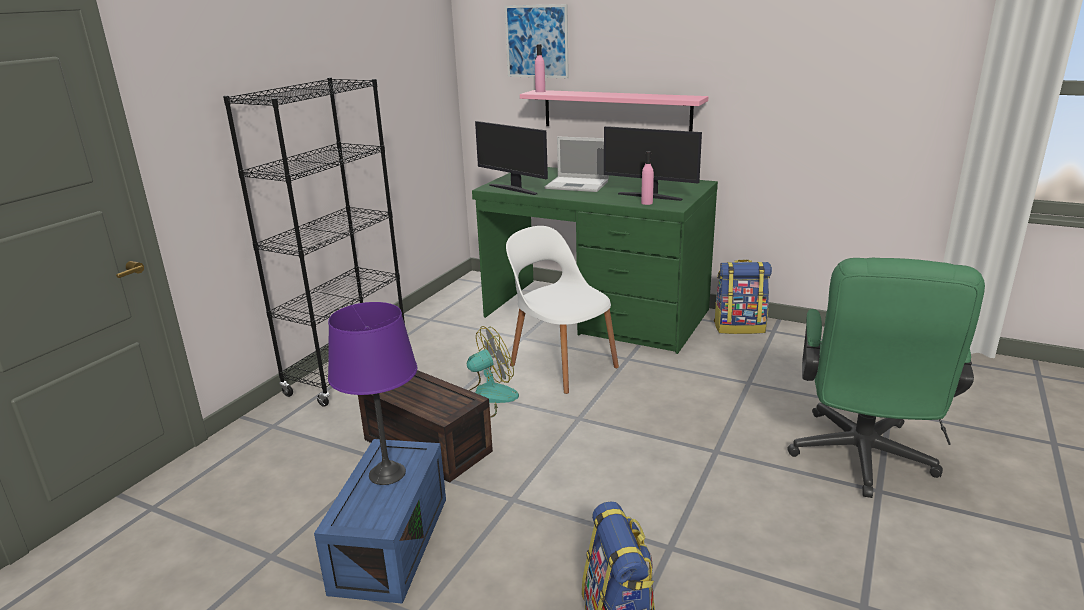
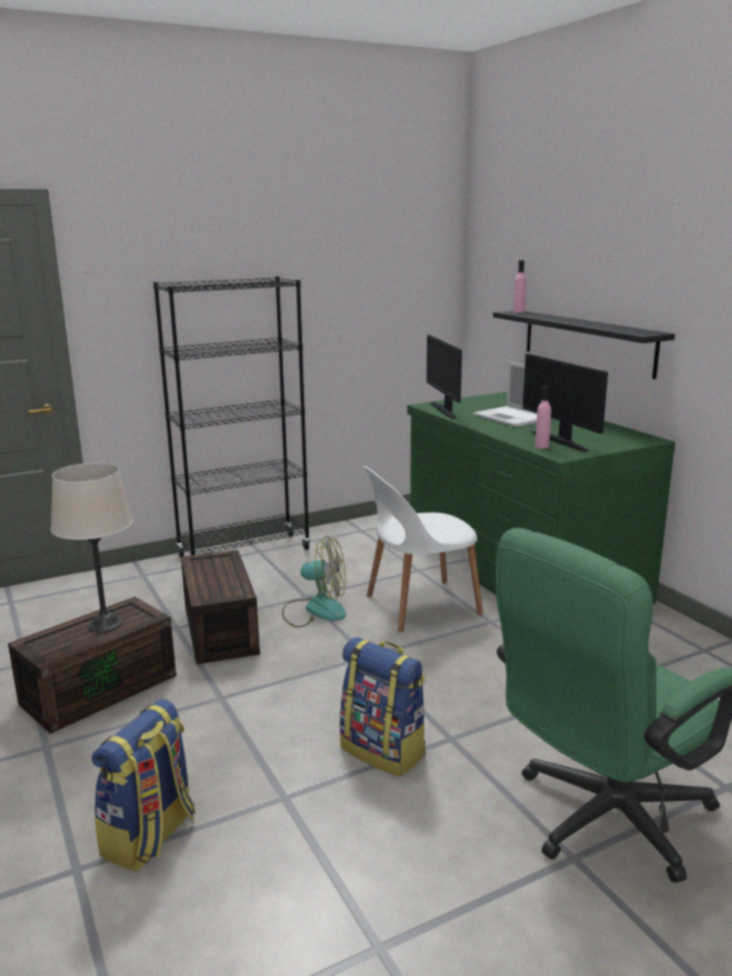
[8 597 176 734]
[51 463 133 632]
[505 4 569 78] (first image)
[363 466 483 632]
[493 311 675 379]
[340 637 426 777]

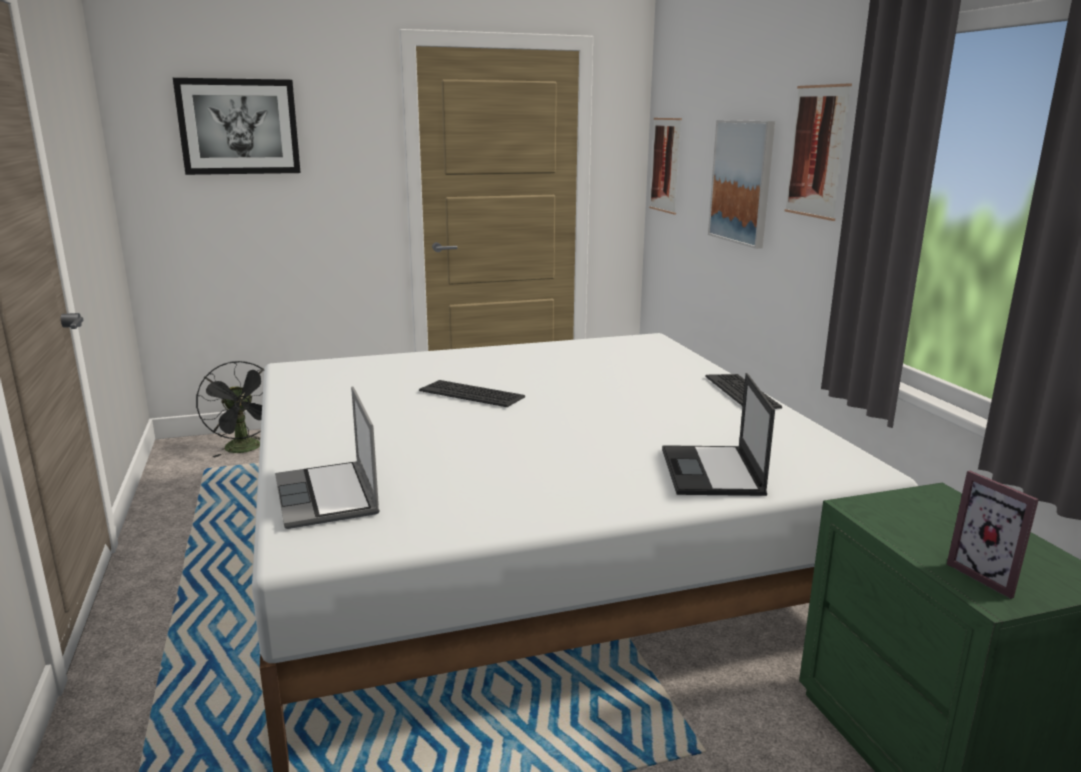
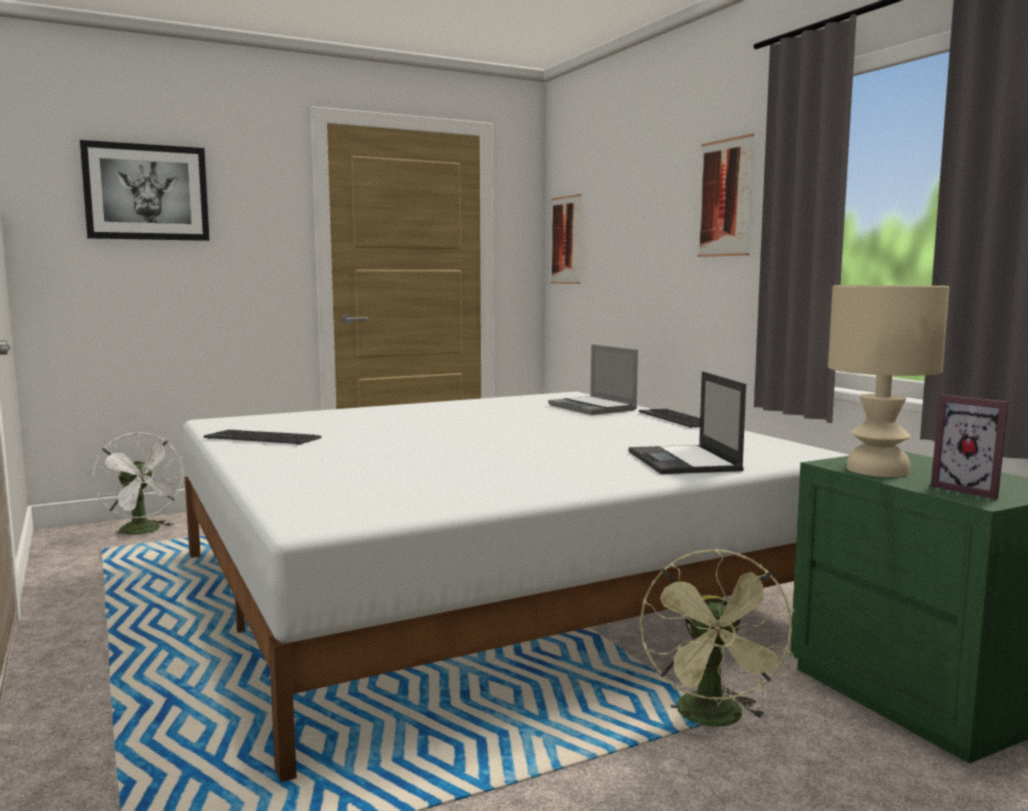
[93 432 185 539]
[548 344 638 415]
[204 430 321 445]
[708 120 775 249] (first image)
[640 549 794 727]
[828 285 949 477]

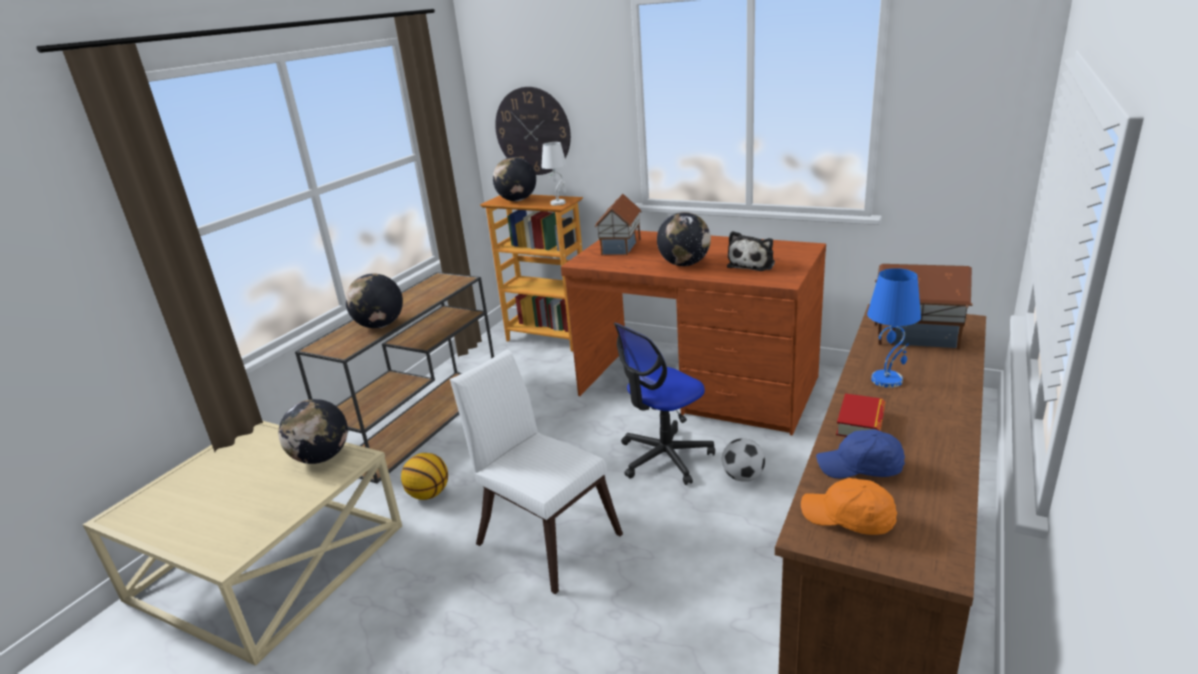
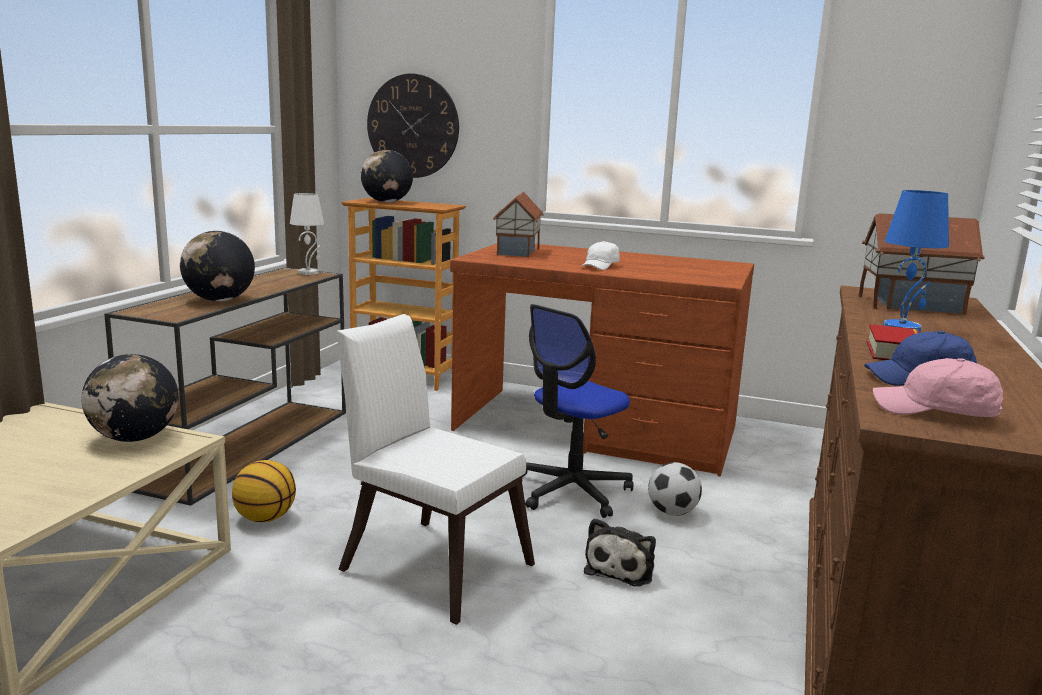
[290 193 324 275]
[581 241 620 270]
[584 518 656 587]
[873 358 1003 417]

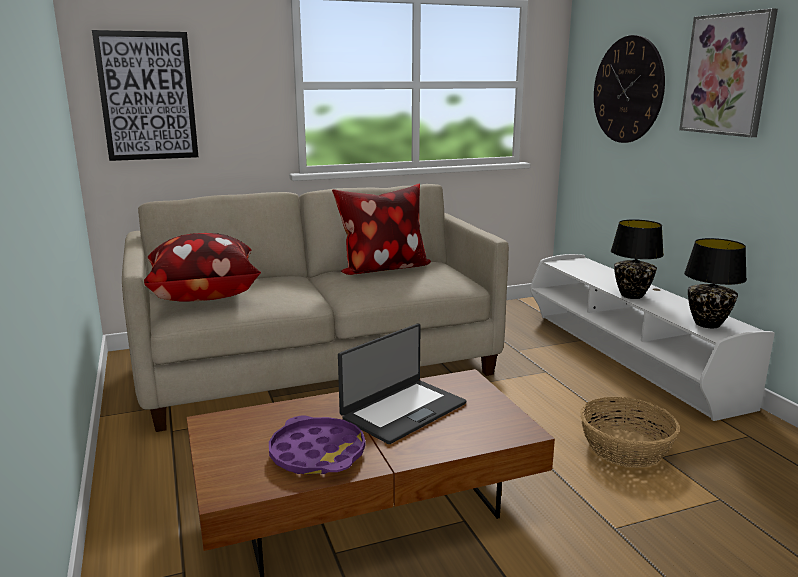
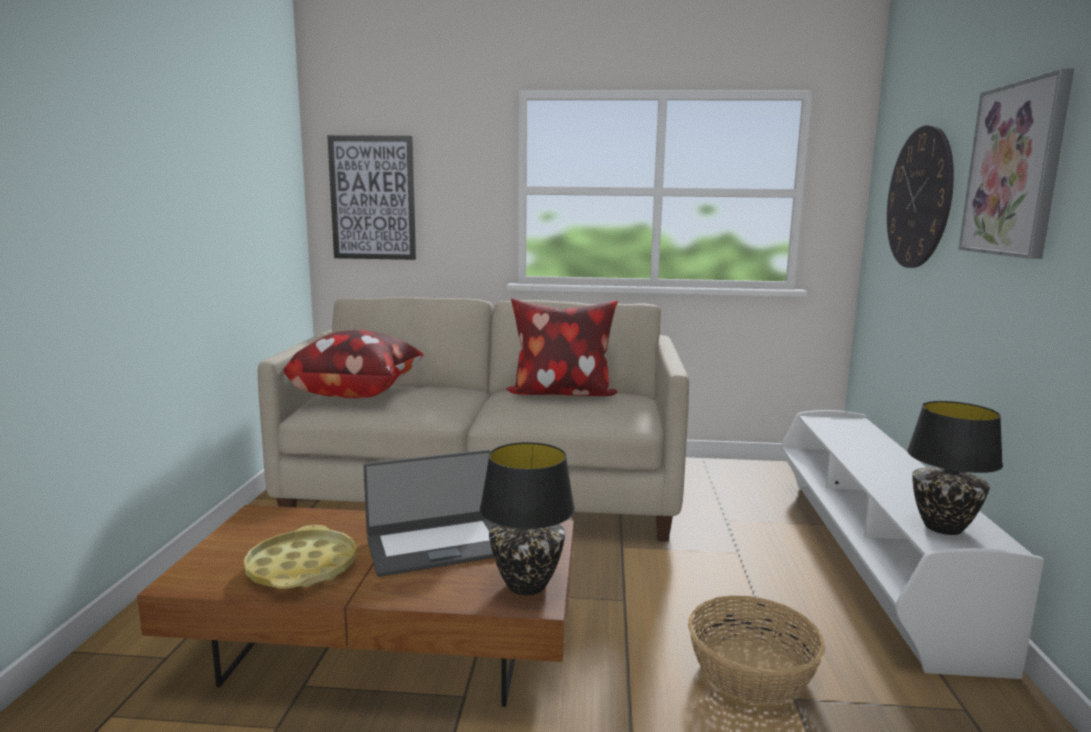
[244 525 357 589]
[480 442 575 595]

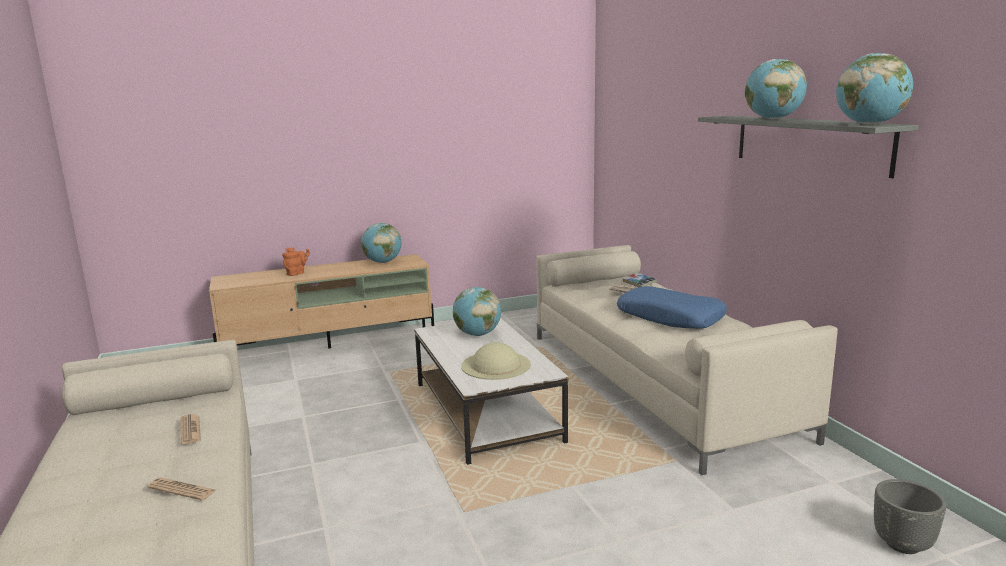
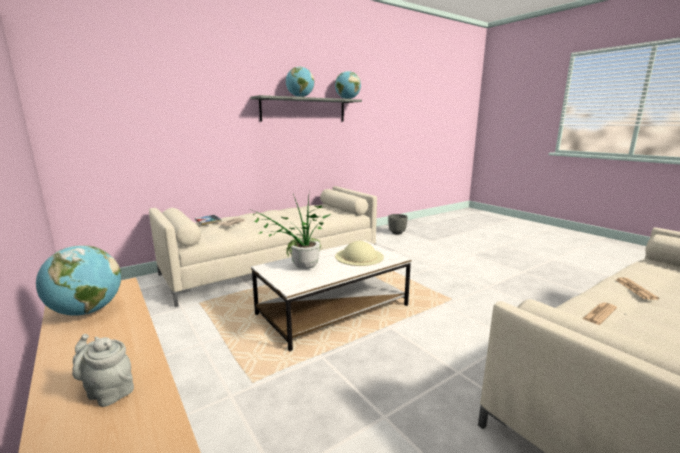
[72 334 134 407]
[253 188 331 269]
[617 286 727 329] (first image)

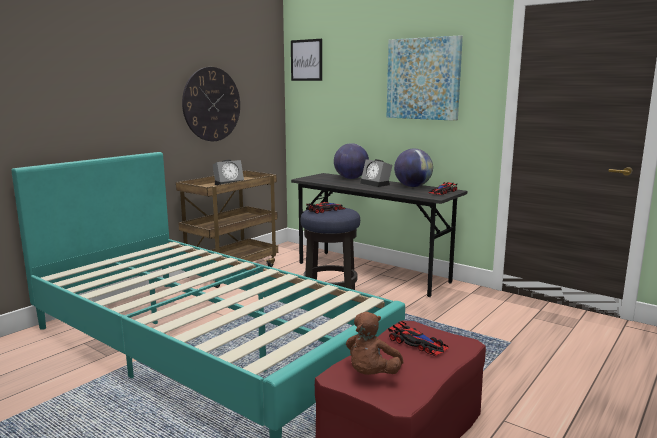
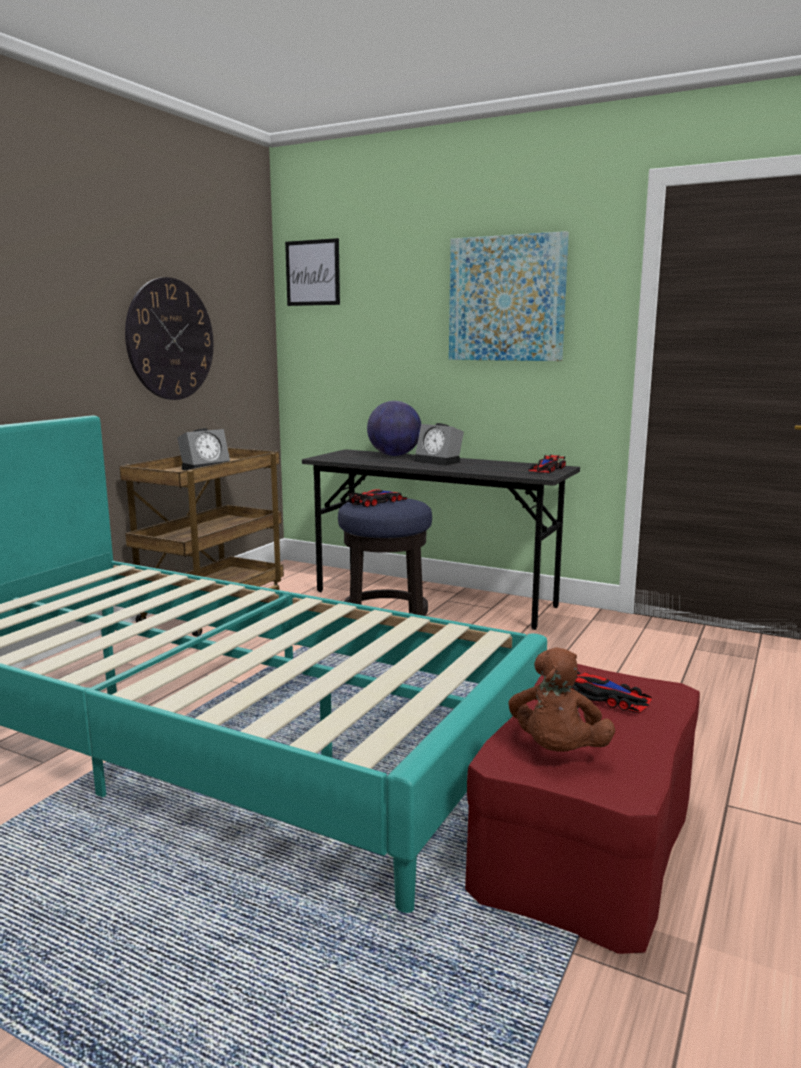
[394 149 433 187] (first image)

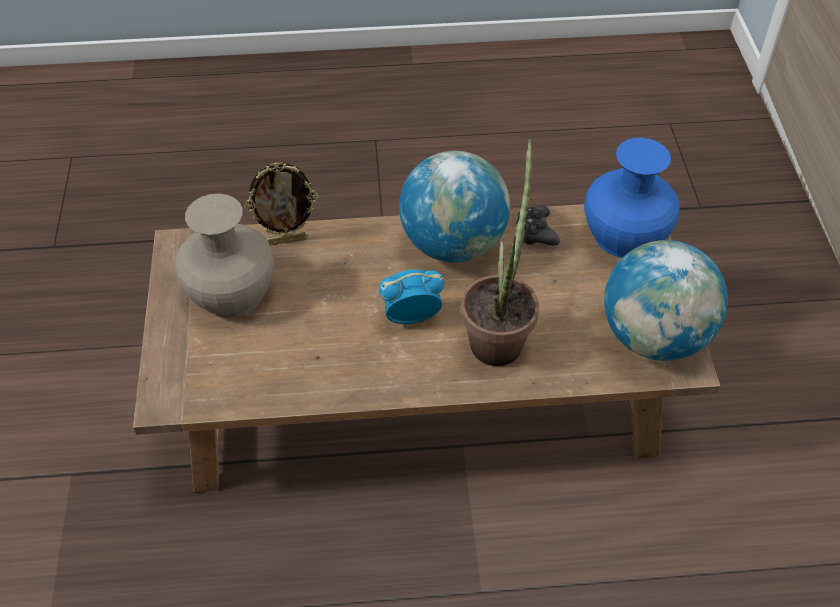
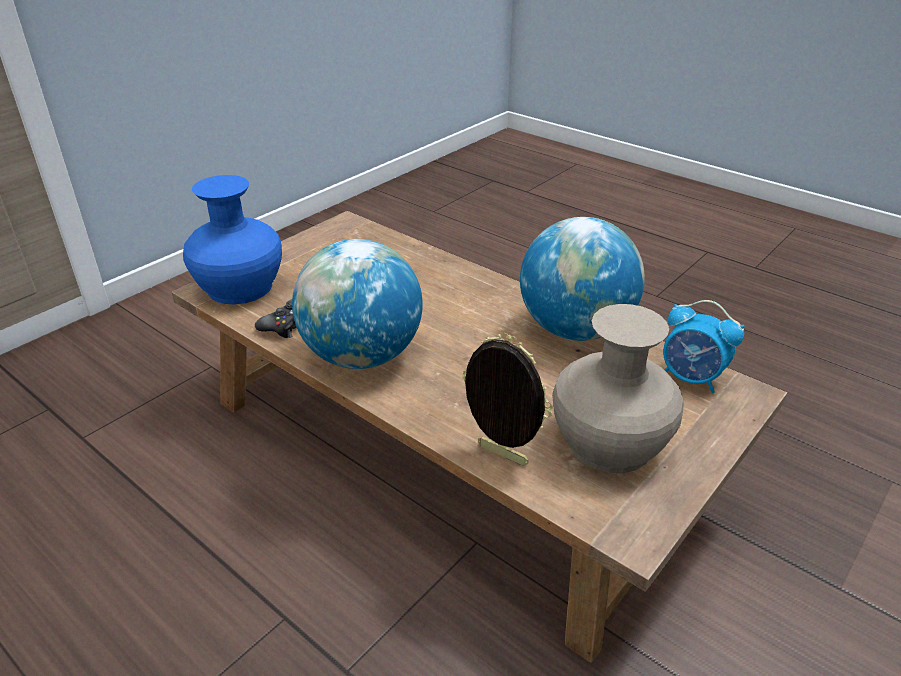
[663 300 744 393]
[461 139 539 366] (first image)
[520 217 645 341]

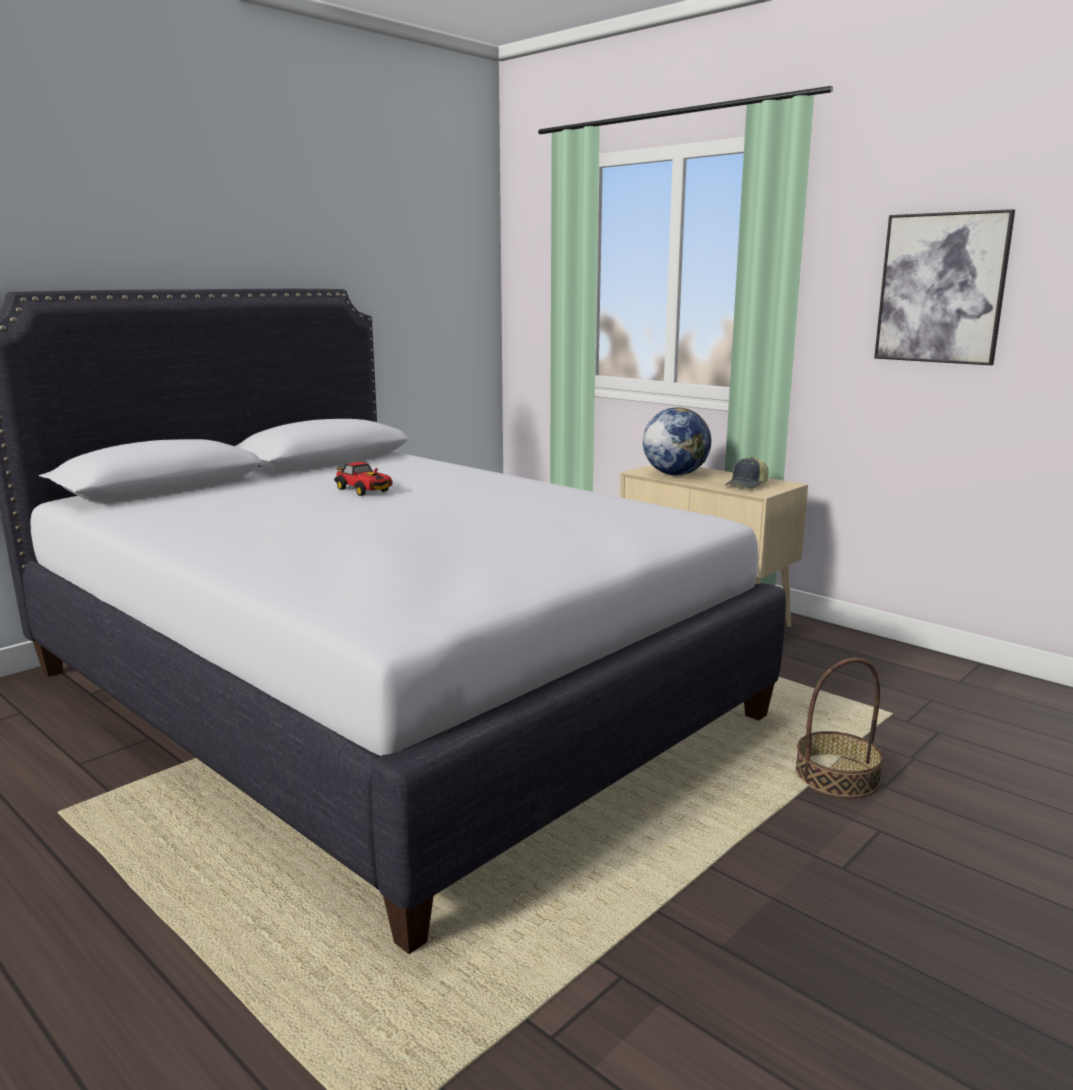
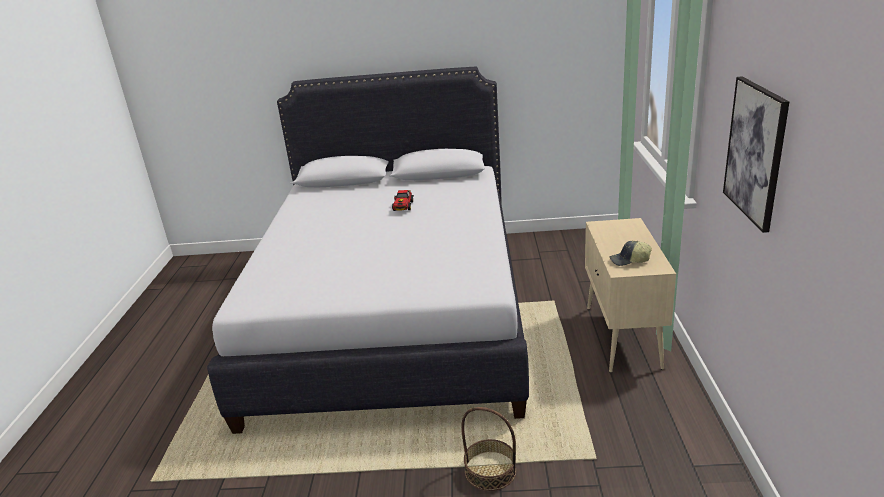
[643 407 711 475] (first image)

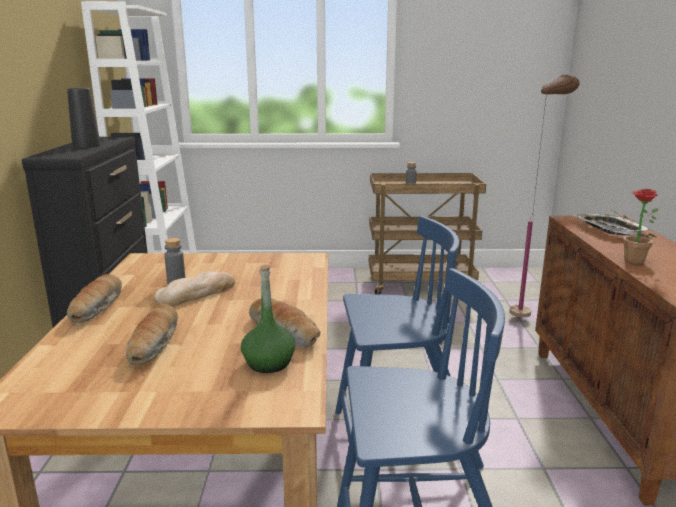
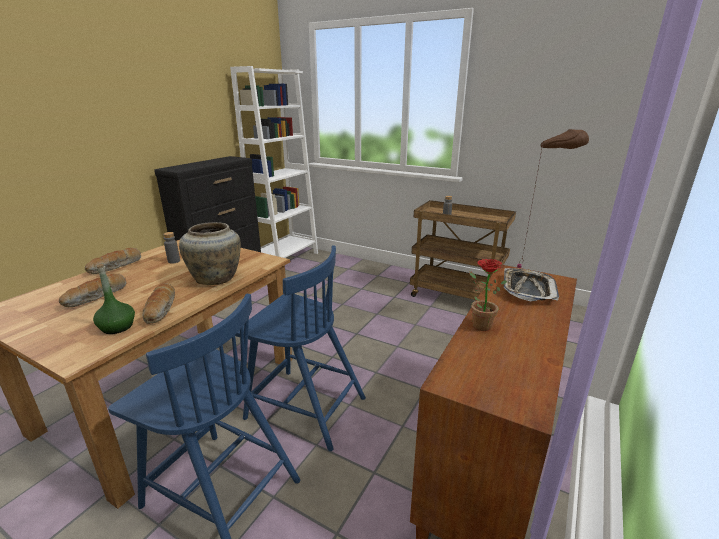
[67 88 101 148] (first image)
[154 271 235 306] (first image)
[179 222 241 285]

